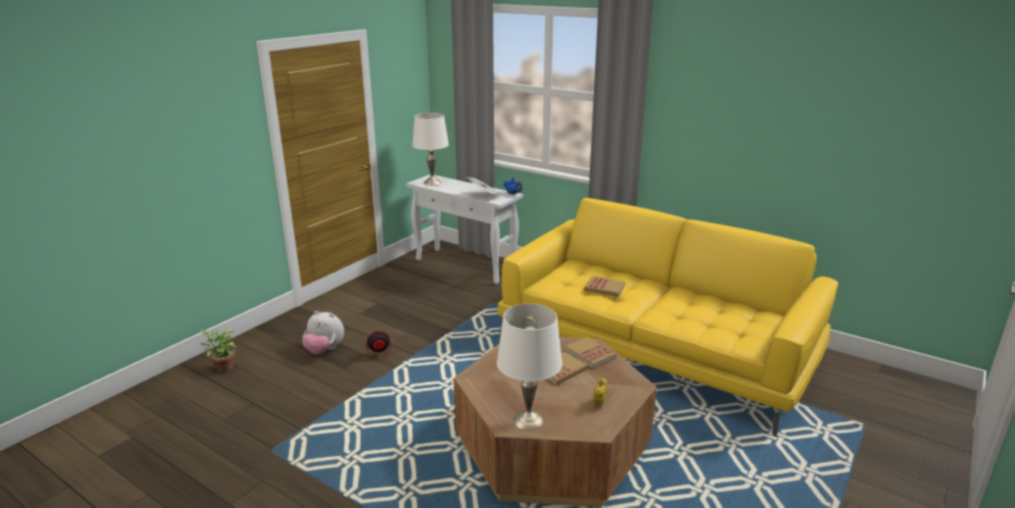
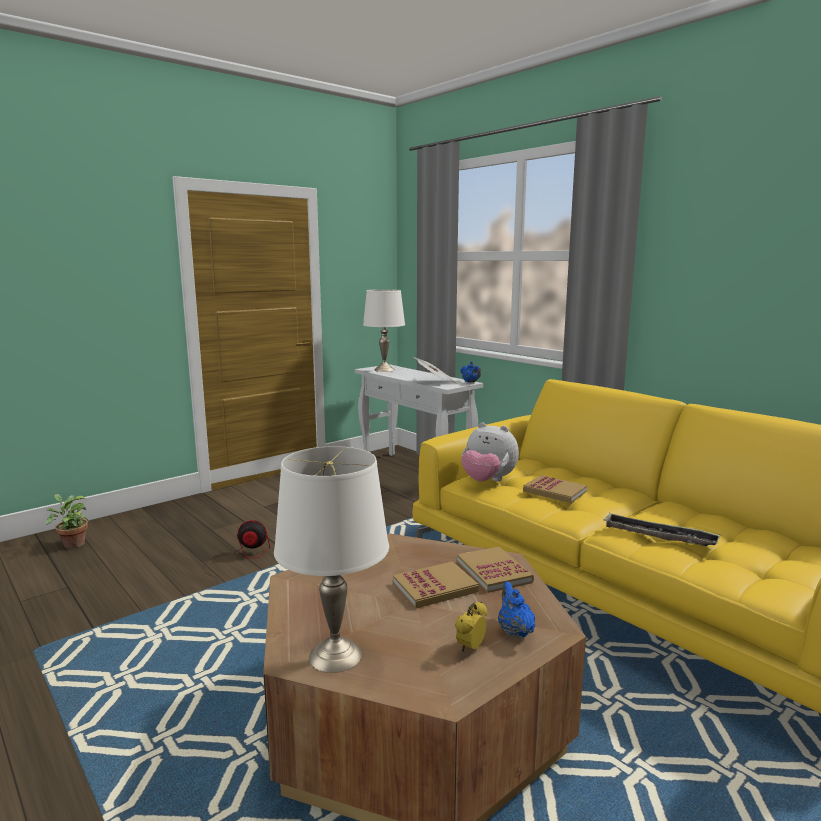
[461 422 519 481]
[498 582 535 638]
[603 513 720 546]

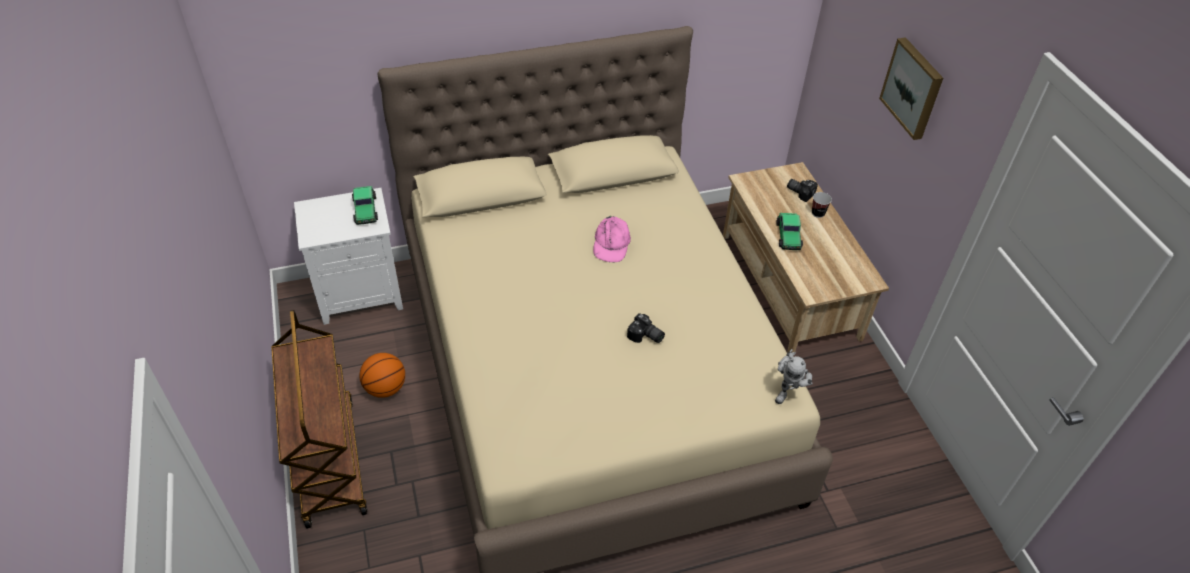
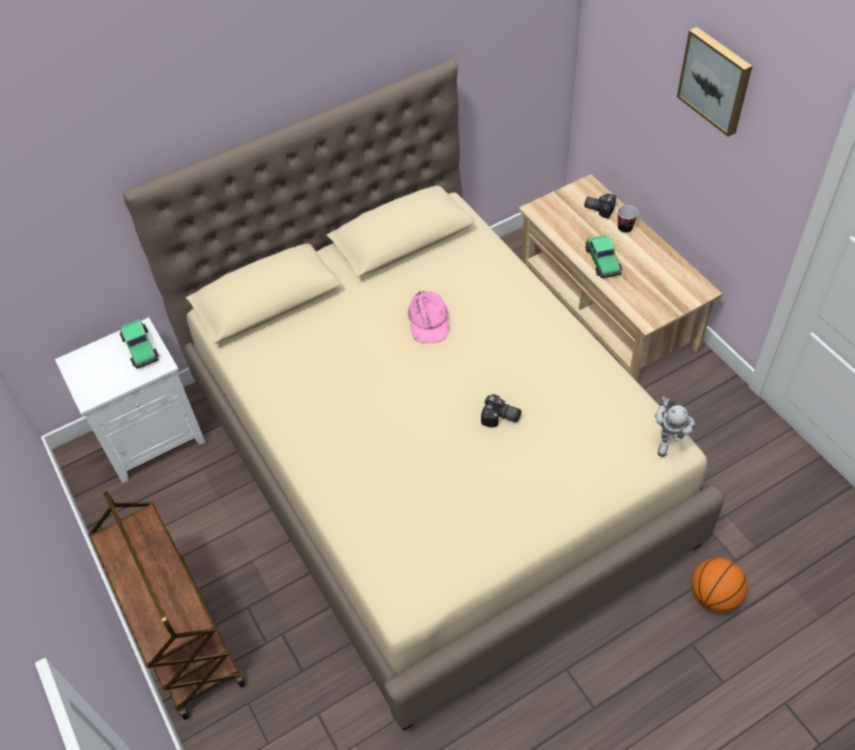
[691 558 748 613]

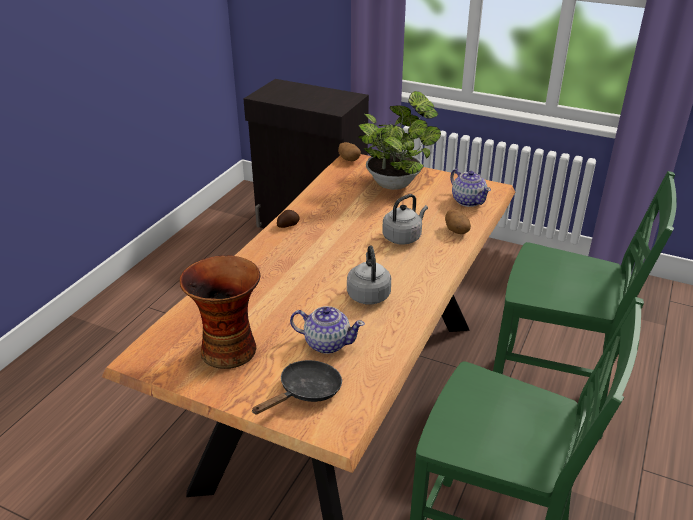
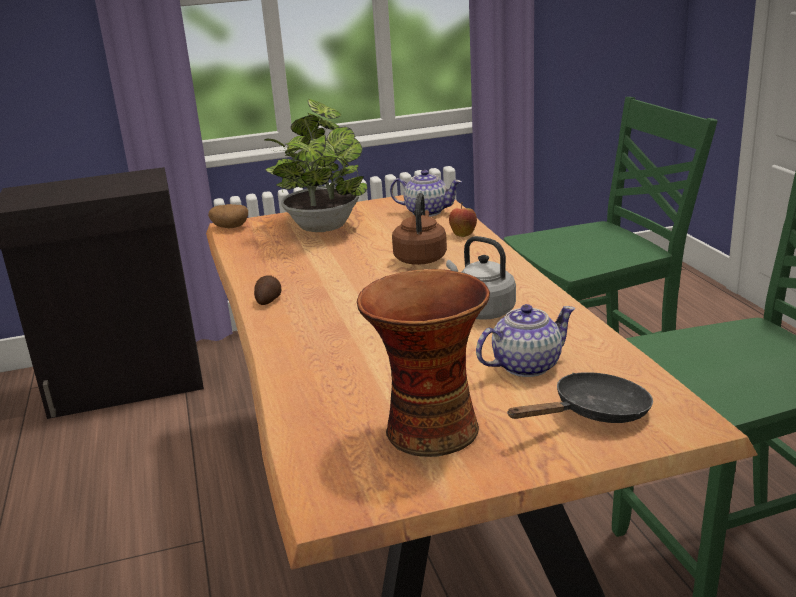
[507 372 653 423]
[392 193 447 265]
[449 202 477 237]

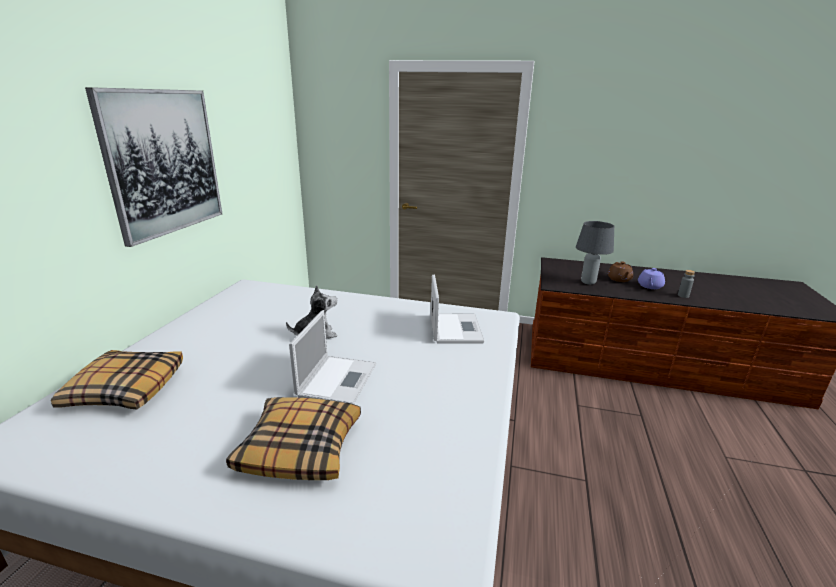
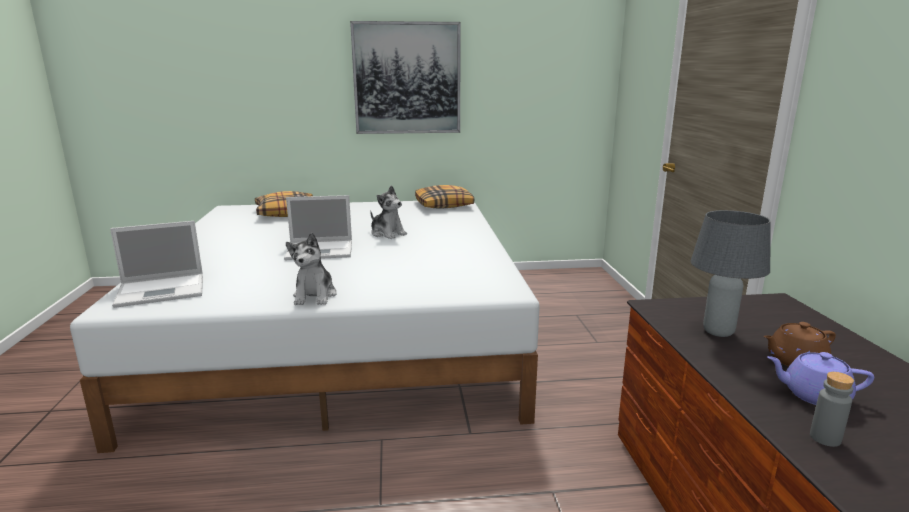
[415 185 474 209]
[110 221 203 308]
[286 233 337 305]

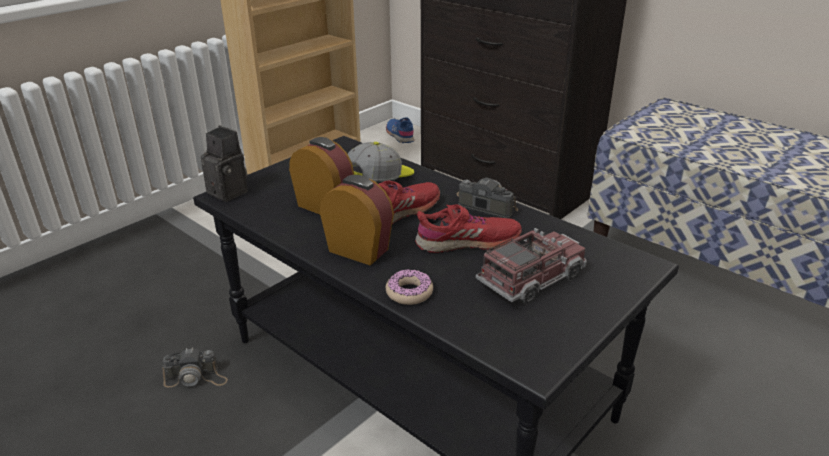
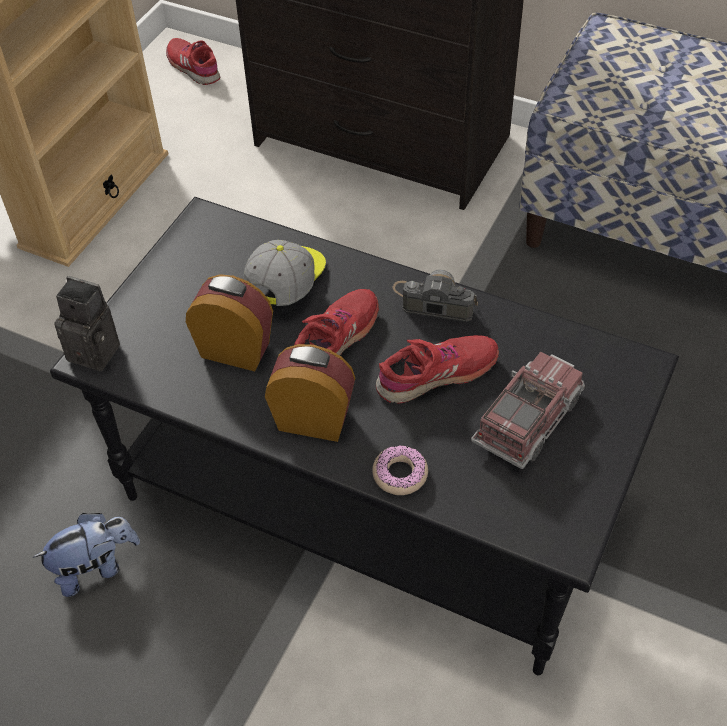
[32 513 140 597]
[166 38 220 85]

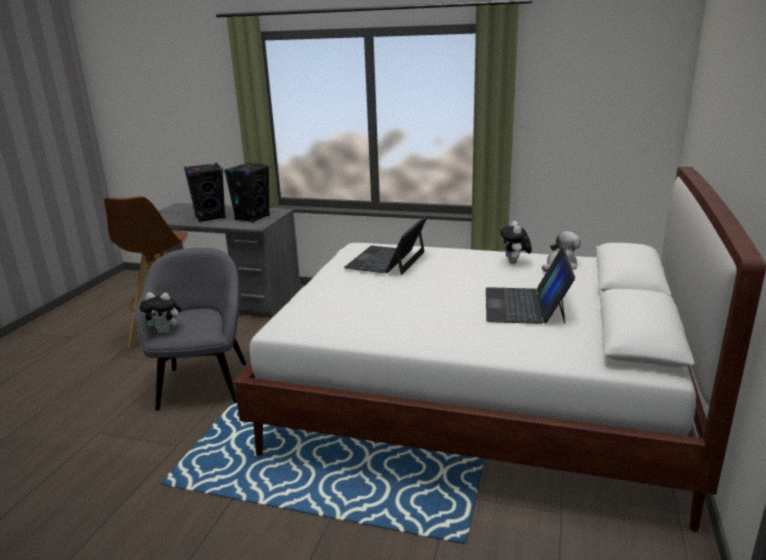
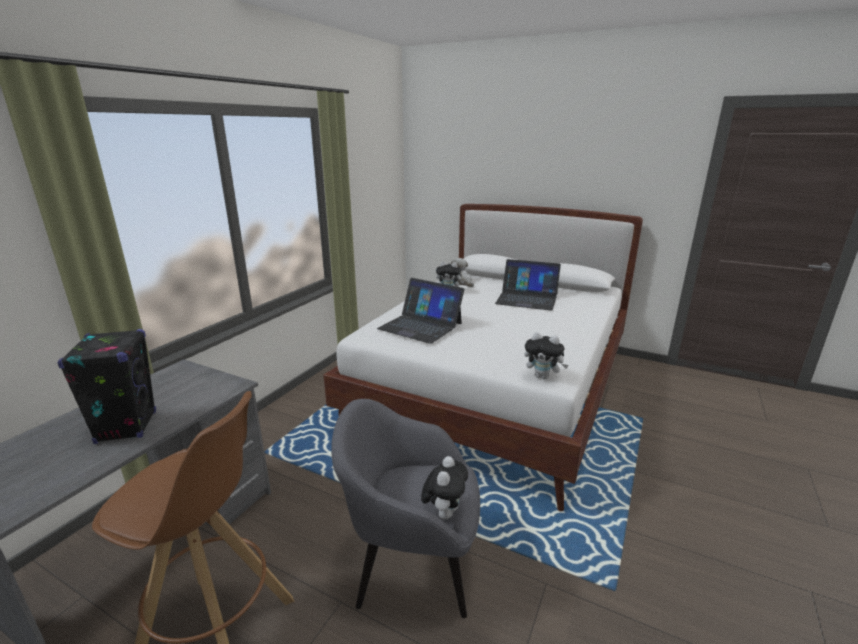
[224 162 270 223] (first image)
[524 332 568 379]

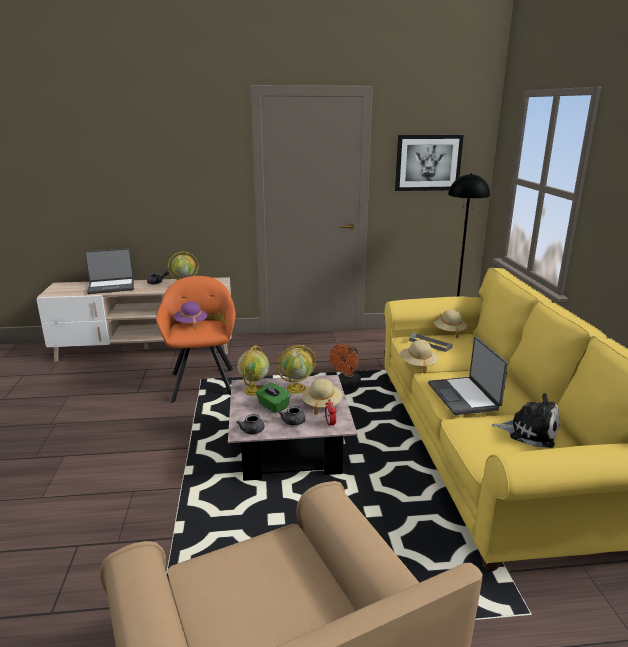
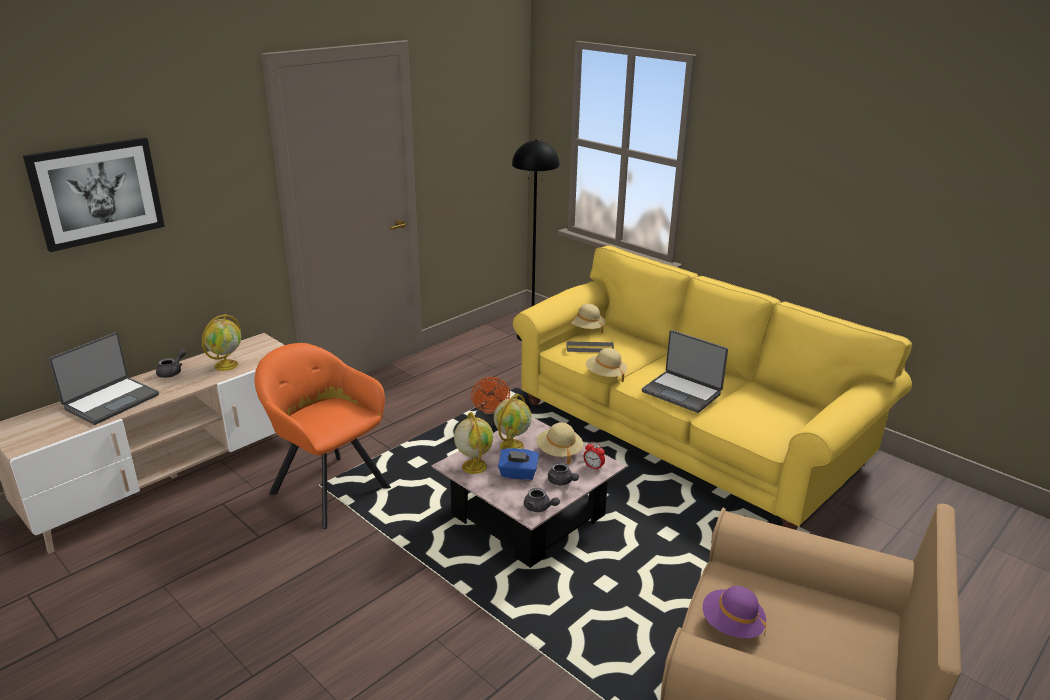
[703 586 766 638]
[498 448 539 480]
[23 137 165 252]
[492 393 560 448] (first image)

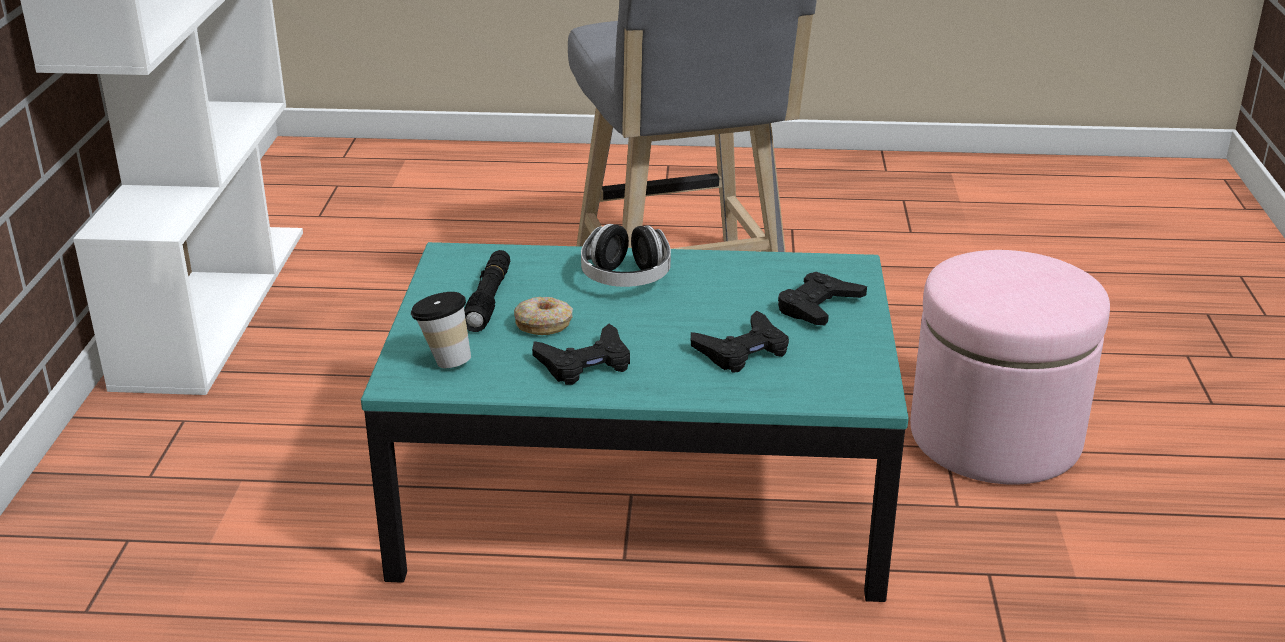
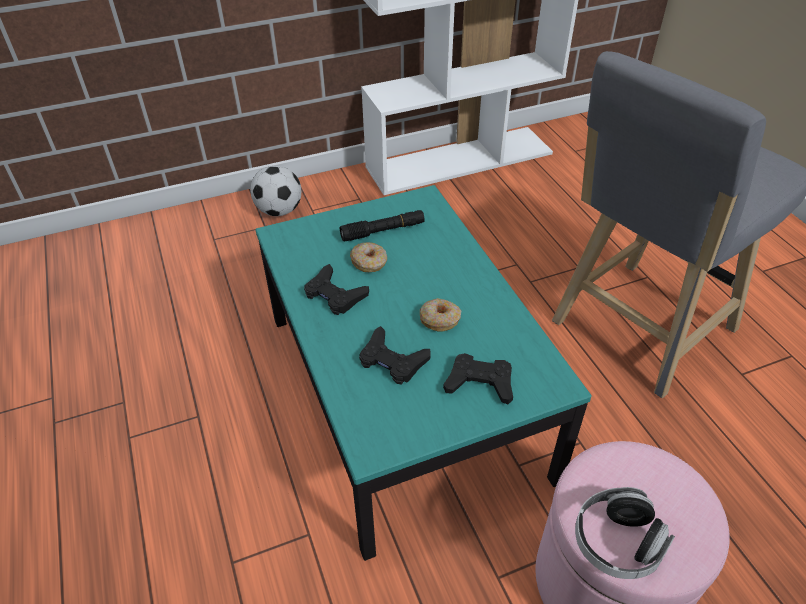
[411 292 471 368] (first image)
[575 487 675 579]
[251 166 301 216]
[420 298 461 332]

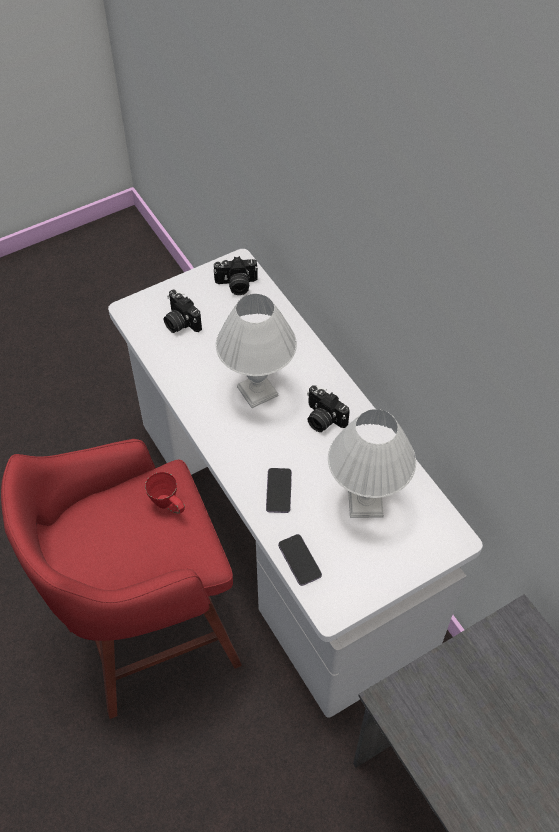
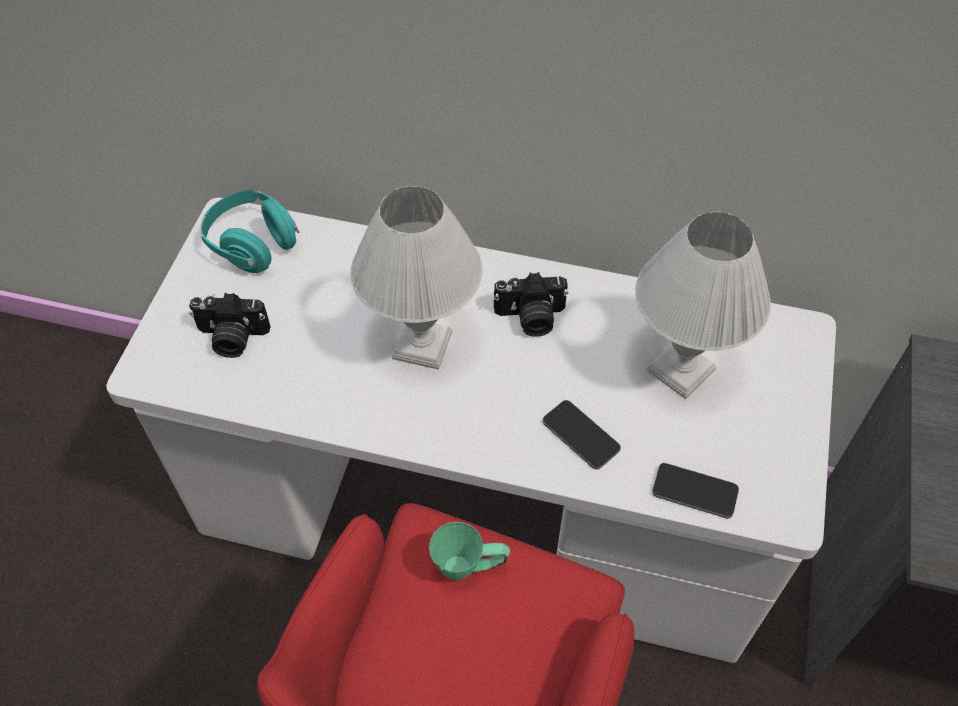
[429 522 510 581]
[201 190 299 273]

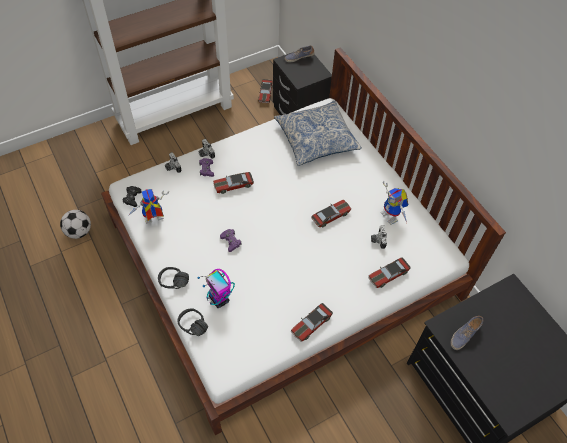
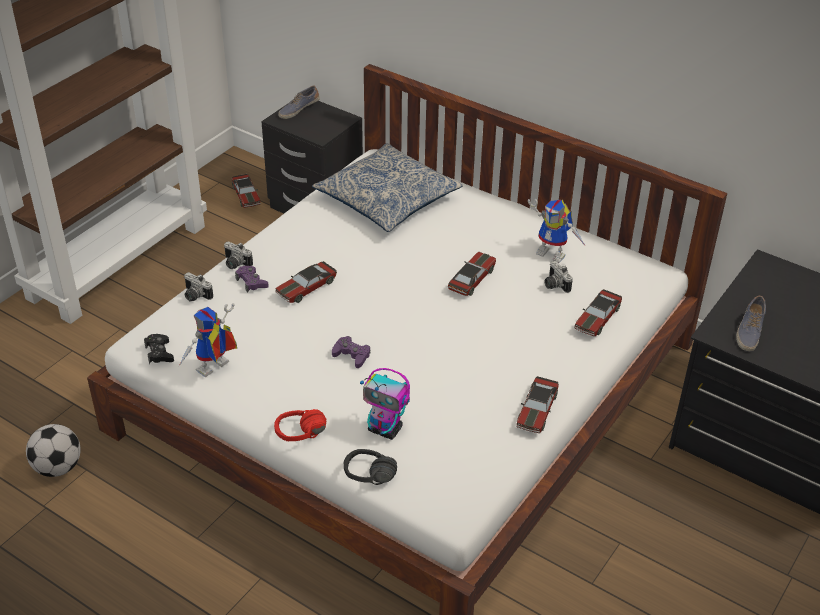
[274 409 326 441]

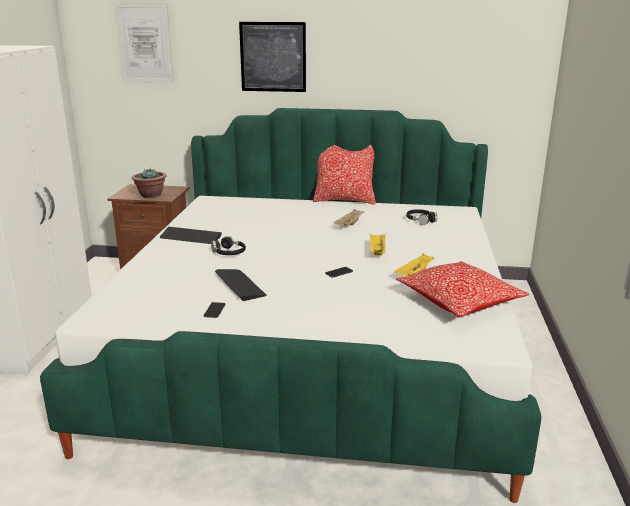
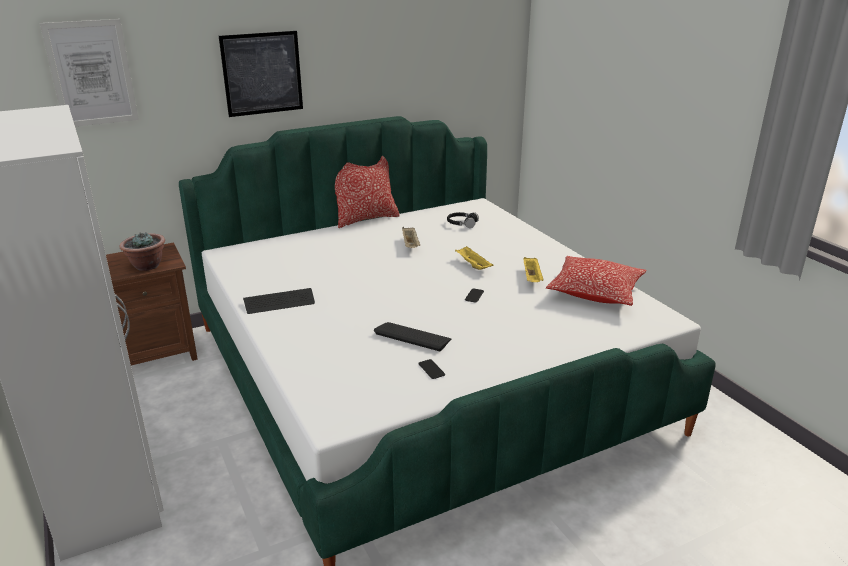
[211 236 246 255] (first image)

